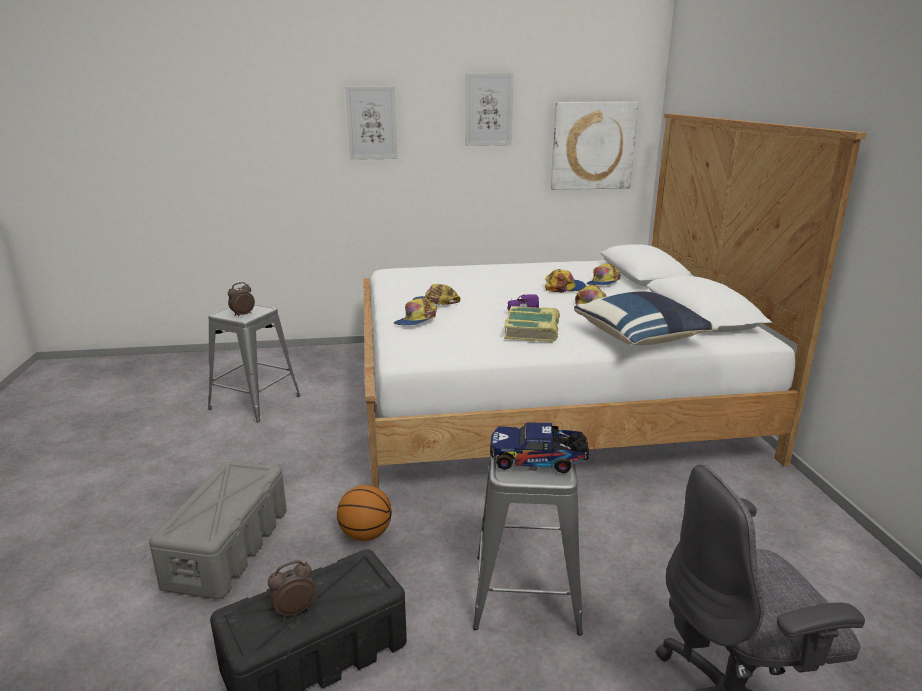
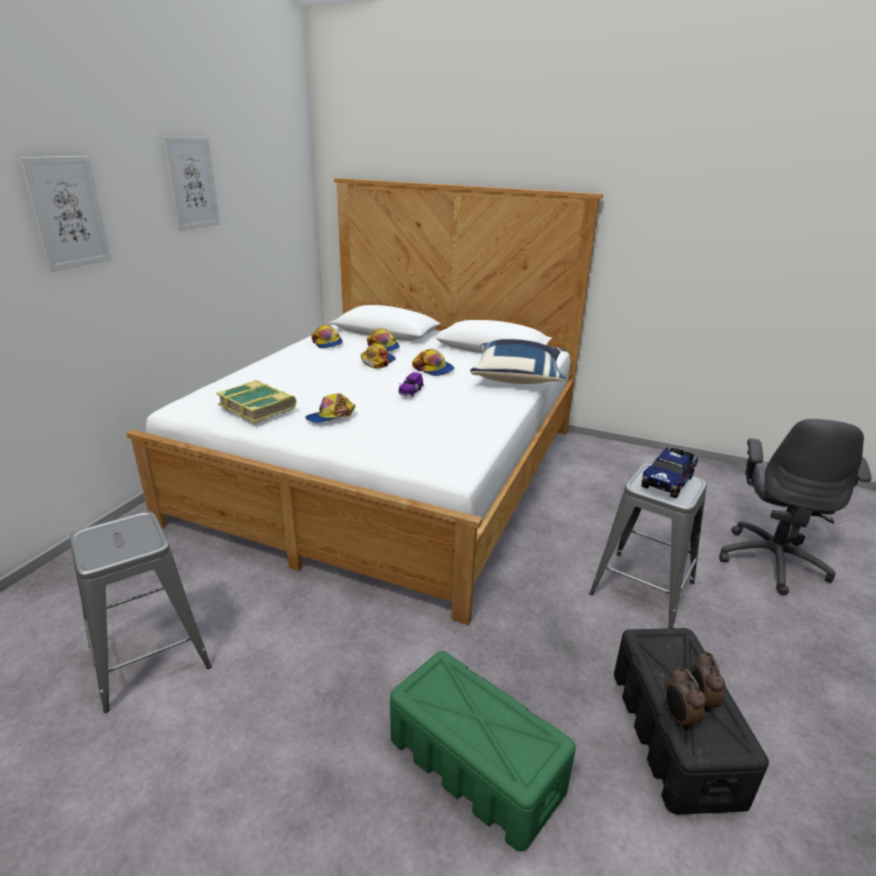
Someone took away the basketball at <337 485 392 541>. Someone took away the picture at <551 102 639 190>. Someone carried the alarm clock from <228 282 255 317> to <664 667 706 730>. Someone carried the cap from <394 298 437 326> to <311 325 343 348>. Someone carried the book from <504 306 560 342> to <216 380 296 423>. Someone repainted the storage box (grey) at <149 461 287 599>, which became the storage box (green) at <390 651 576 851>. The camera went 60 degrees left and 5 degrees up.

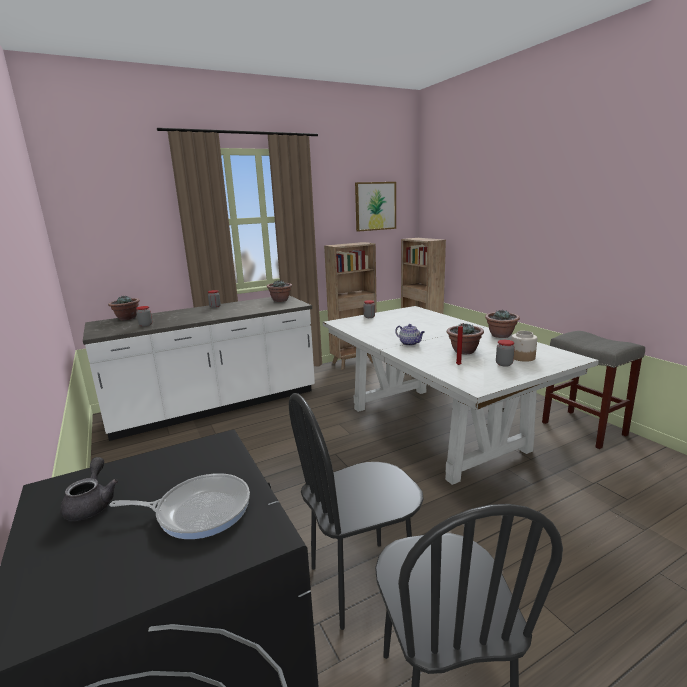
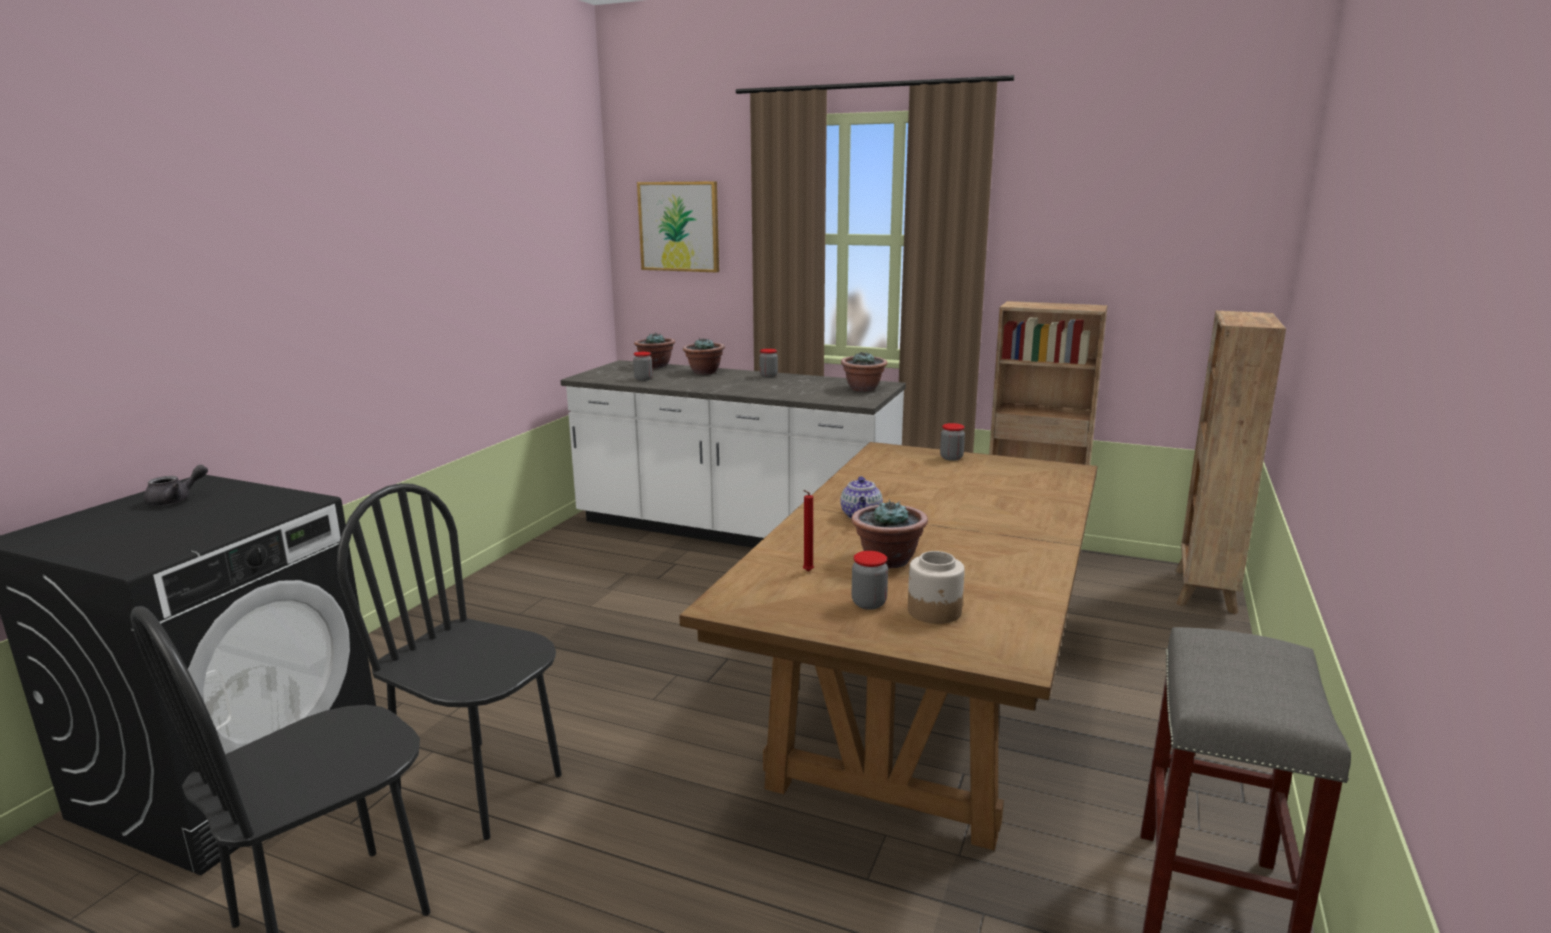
Someone took away the frying pan at <110 473 250 539>. Someone carried the picture from <355 182 396 232> to <637 181 719 272>. Someone carried the potted plant from <485 310 520 338> to <682 338 725 375>. Someone repainted the dining table (white) at <323 306 599 485>, which became the dining table (brown) at <679 442 1098 850>. The camera went 50 degrees right and 0 degrees up.

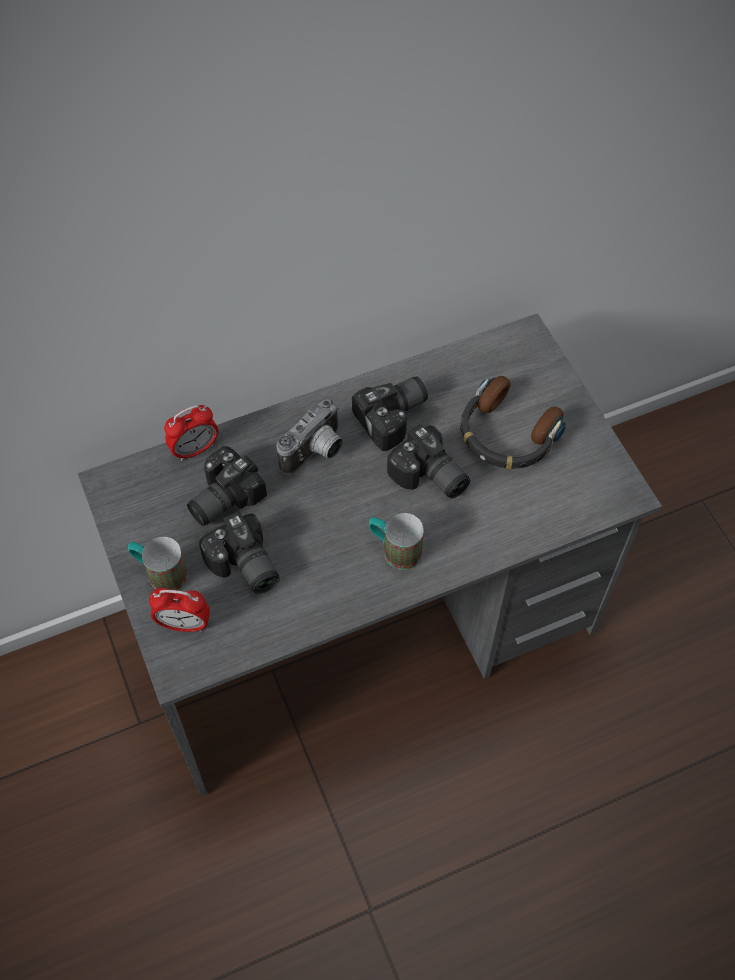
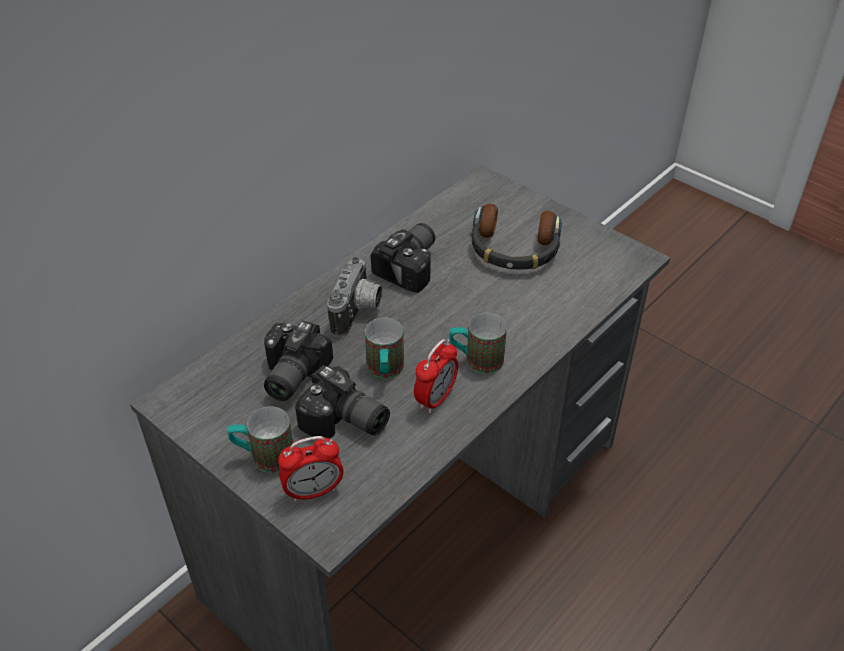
Someone took away the photo camera at <387 423 470 498>. Someone put down the mug at <365 317 404 379>. Someone carried the alarm clock from <164 405 218 461> to <414 339 458 413>. The camera went 25 degrees left and 15 degrees down.

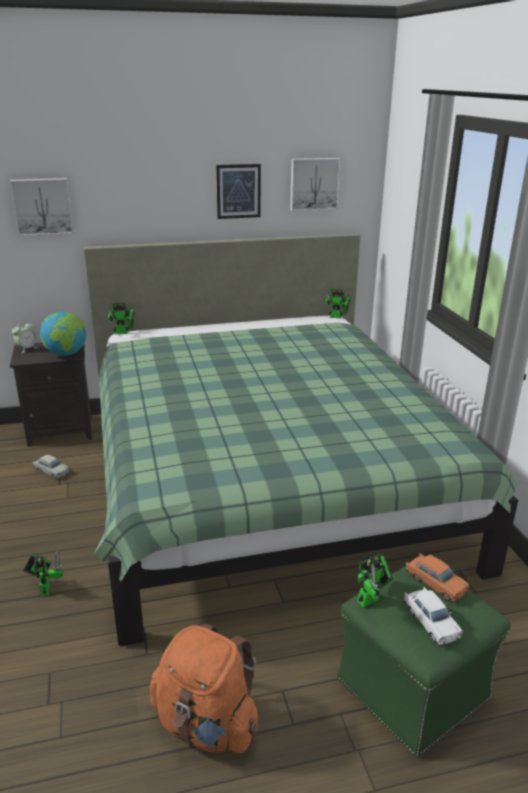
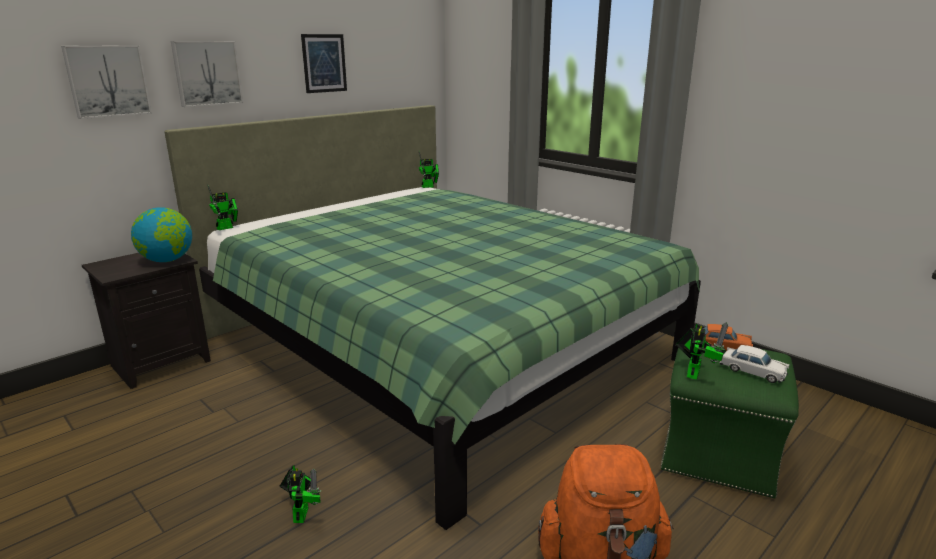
Someone took away the alarm clock at <12 321 38 353>. Someone took away the toy car (beige) at <33 455 70 479>. Someone carried the picture from <290 158 341 211> to <171 41 243 107>. Someone rotated the toy robot at <24 552 63 596> by 45 degrees clockwise. The camera went 30 degrees left and 5 degrees down.

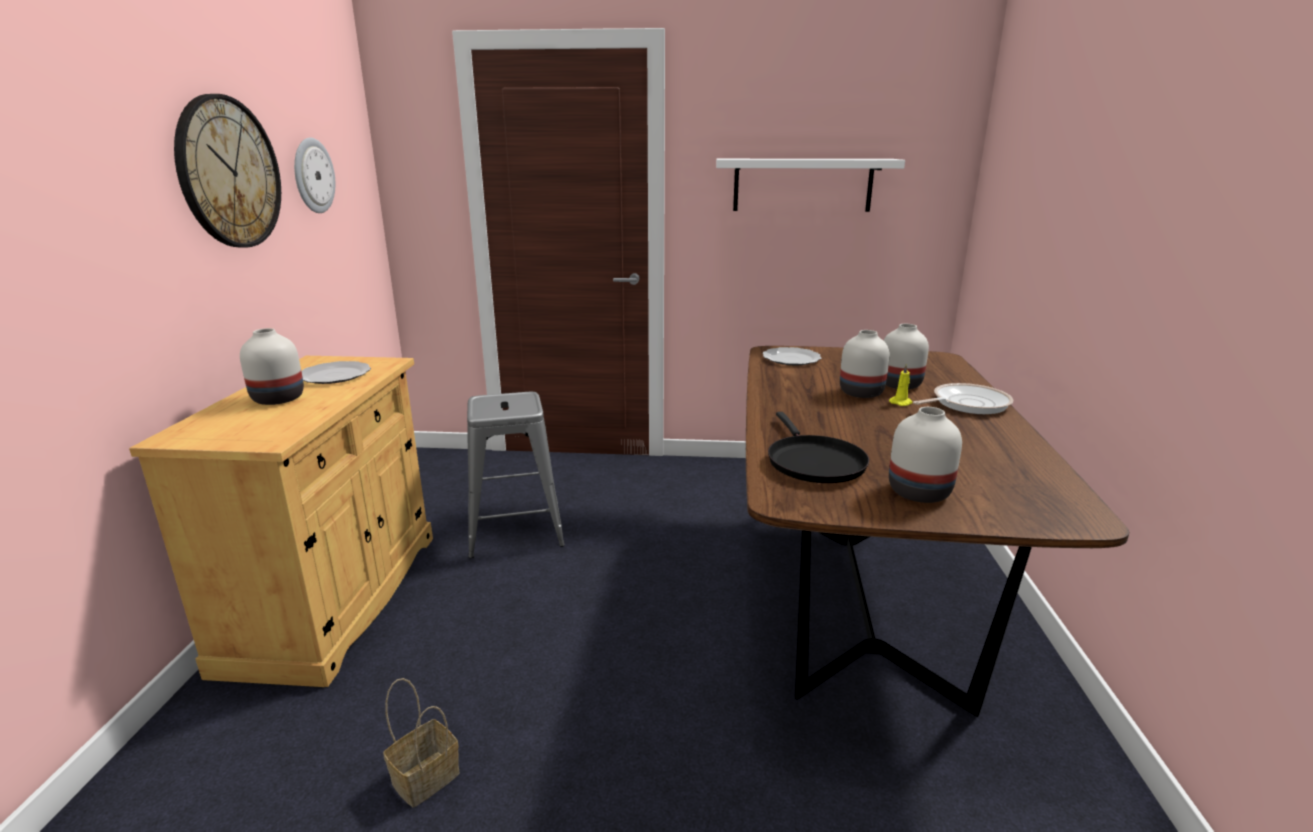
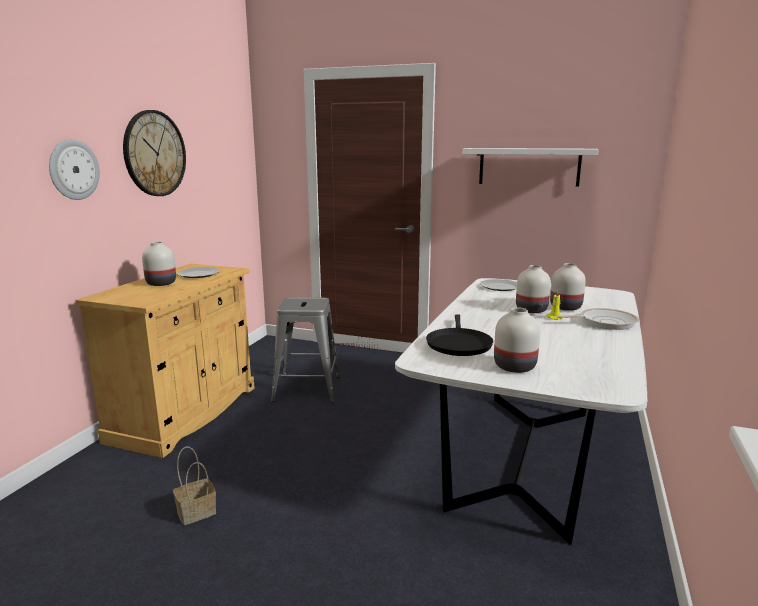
Someone carried the wall clock from <294 138 335 213> to <49 139 100 200>. Someone repainted the dining table (brown) at <746 346 1129 717>, which became the dining table (white) at <395 278 647 545>. The camera went 15 degrees right and 5 degrees down.

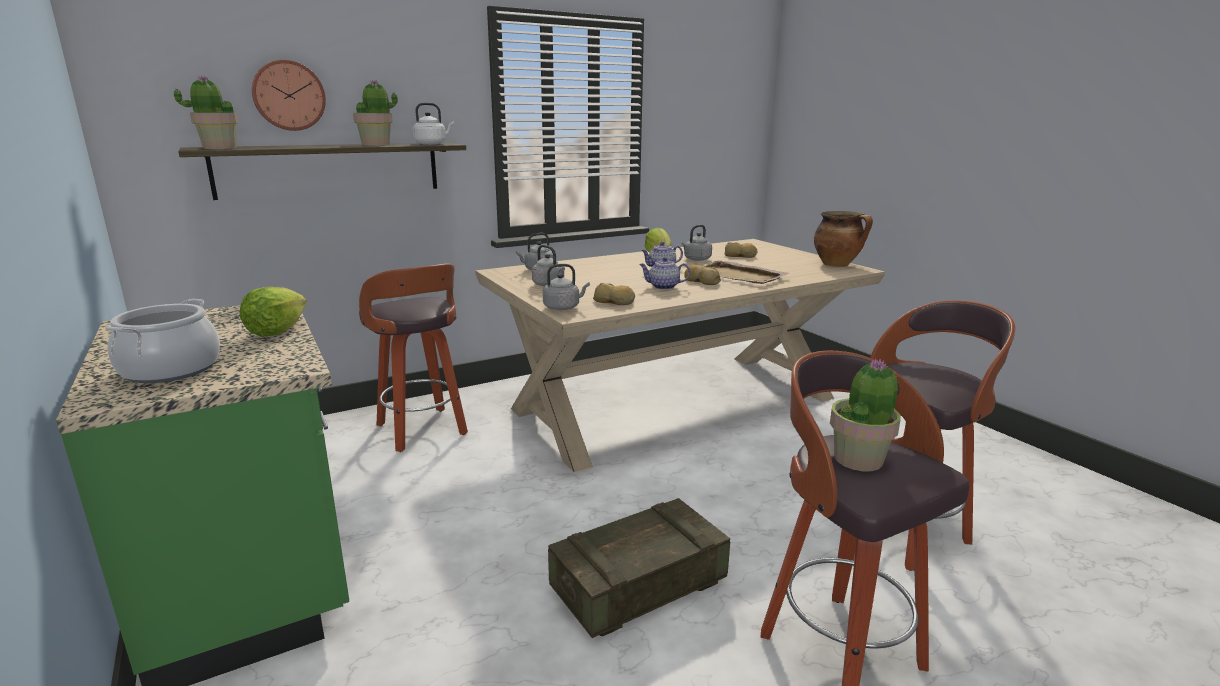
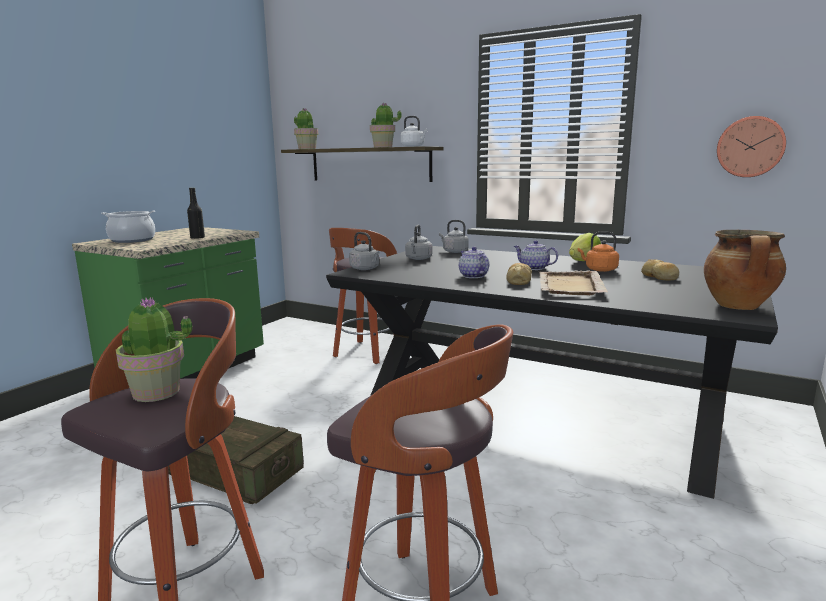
Someone took away the bread at <593 283 635 305>. Someone carried the wall clock from <252 60 326 131> to <717 116 786 177>. Someone swapped the lettuce at <240 287 307 337> for the bottle (black) at <187 188 205 239>. Someone repainted the dining table (beige) at <475 239 885 473>, which became the dining table (black) at <326 246 778 499>. Someone repainted the kettle (grey) at <681 225 712 261>, which became the kettle (orange) at <578 232 619 272>. The camera went 60 degrees right and 5 degrees down.

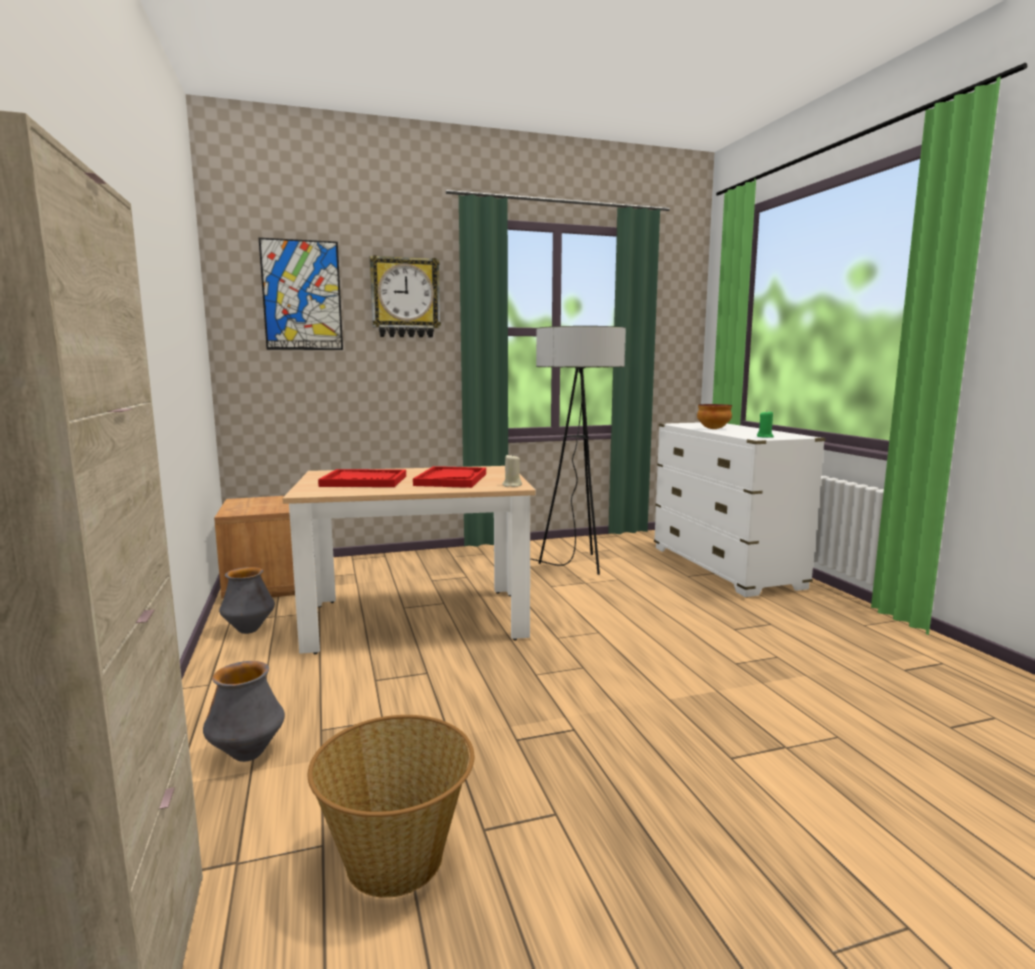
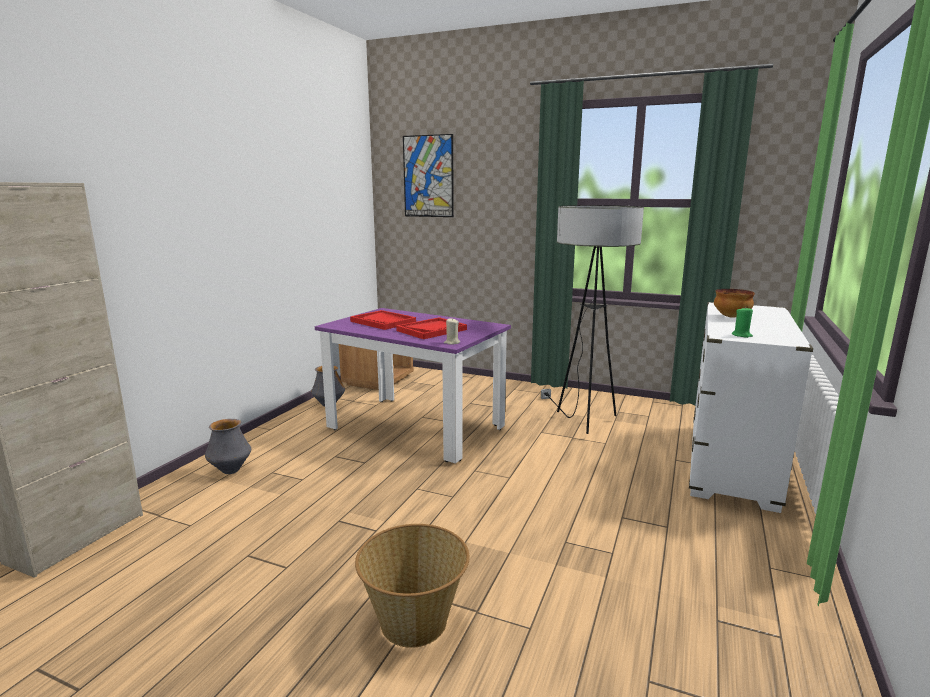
Someone took away the wall clock at <370 255 441 338>. Someone carried the basket from <308 715 474 898> to <355 524 470 648>. Someone repainted the dining table (beige) at <283 466 536 654>, which became the dining table (purple) at <315 308 511 463>. The camera went 40 degrees right and 5 degrees up.

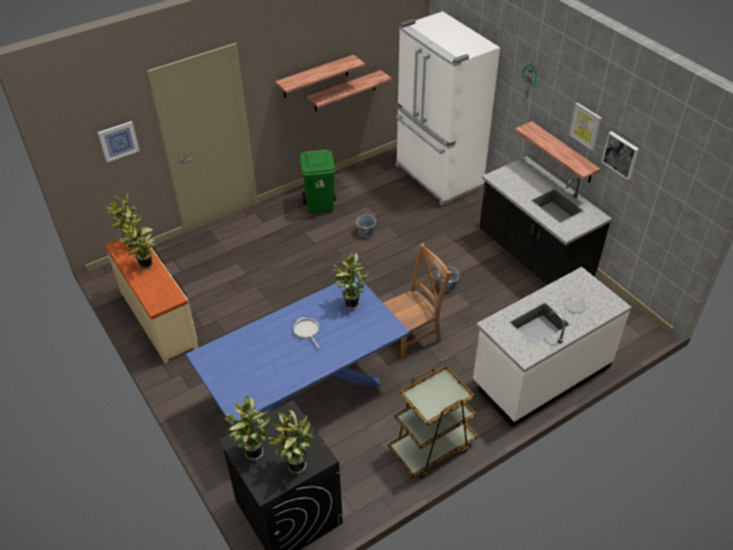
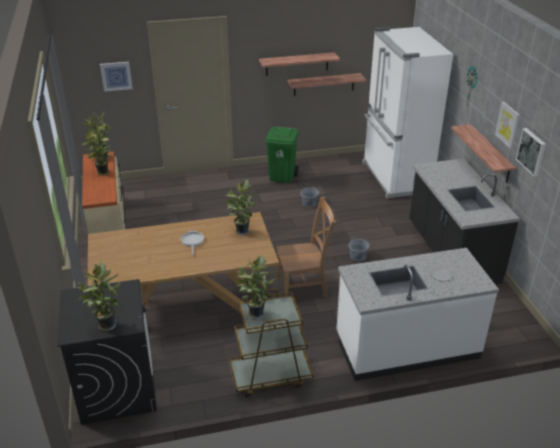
Someone carried the potted plant from <225 395 270 461> to <235 255 274 319>. Someone repainted the dining table (blue) at <186 274 410 426>, which became the dining table (brown) at <88 212 279 313>. The camera went 20 degrees right and 10 degrees down.

